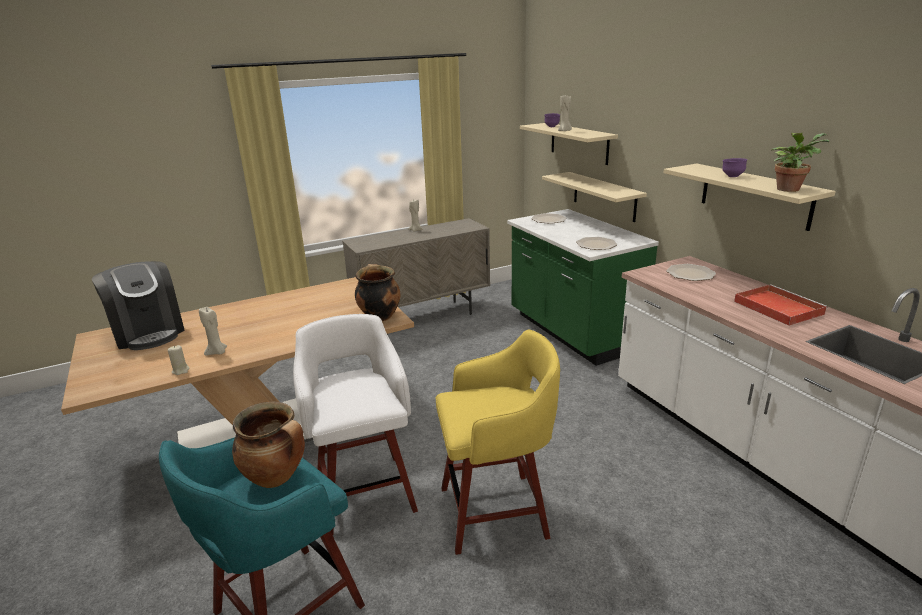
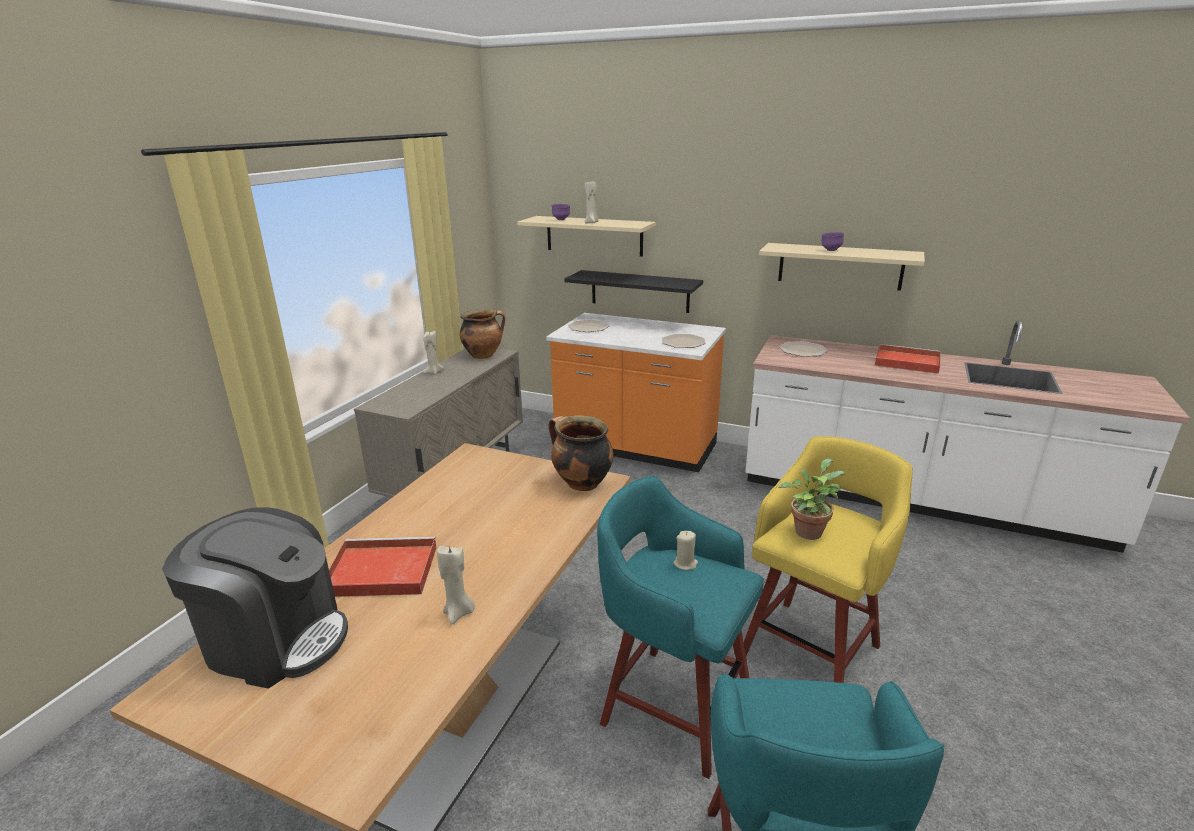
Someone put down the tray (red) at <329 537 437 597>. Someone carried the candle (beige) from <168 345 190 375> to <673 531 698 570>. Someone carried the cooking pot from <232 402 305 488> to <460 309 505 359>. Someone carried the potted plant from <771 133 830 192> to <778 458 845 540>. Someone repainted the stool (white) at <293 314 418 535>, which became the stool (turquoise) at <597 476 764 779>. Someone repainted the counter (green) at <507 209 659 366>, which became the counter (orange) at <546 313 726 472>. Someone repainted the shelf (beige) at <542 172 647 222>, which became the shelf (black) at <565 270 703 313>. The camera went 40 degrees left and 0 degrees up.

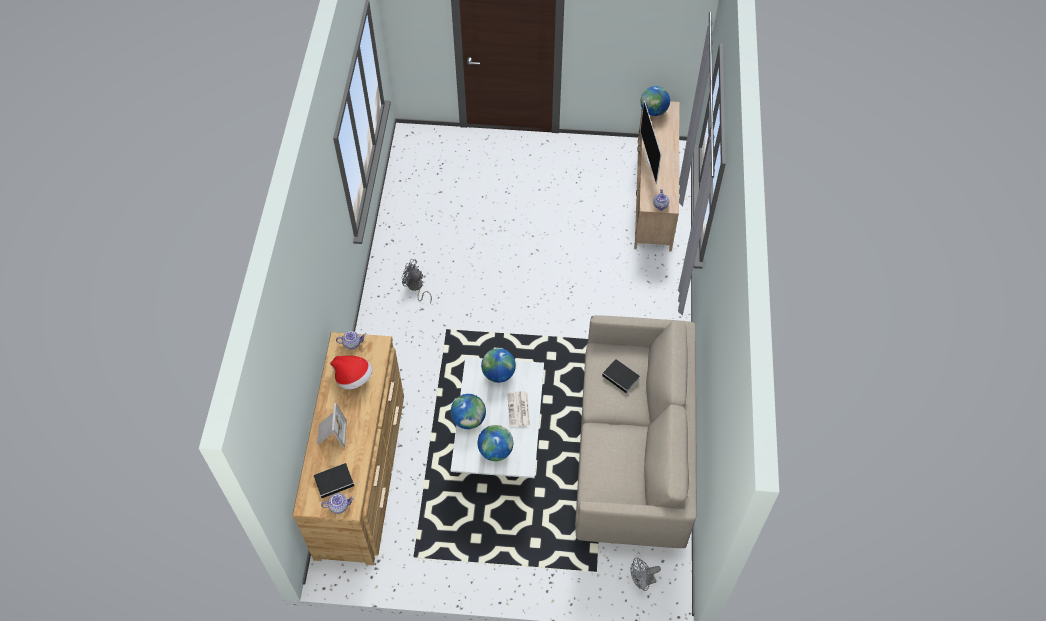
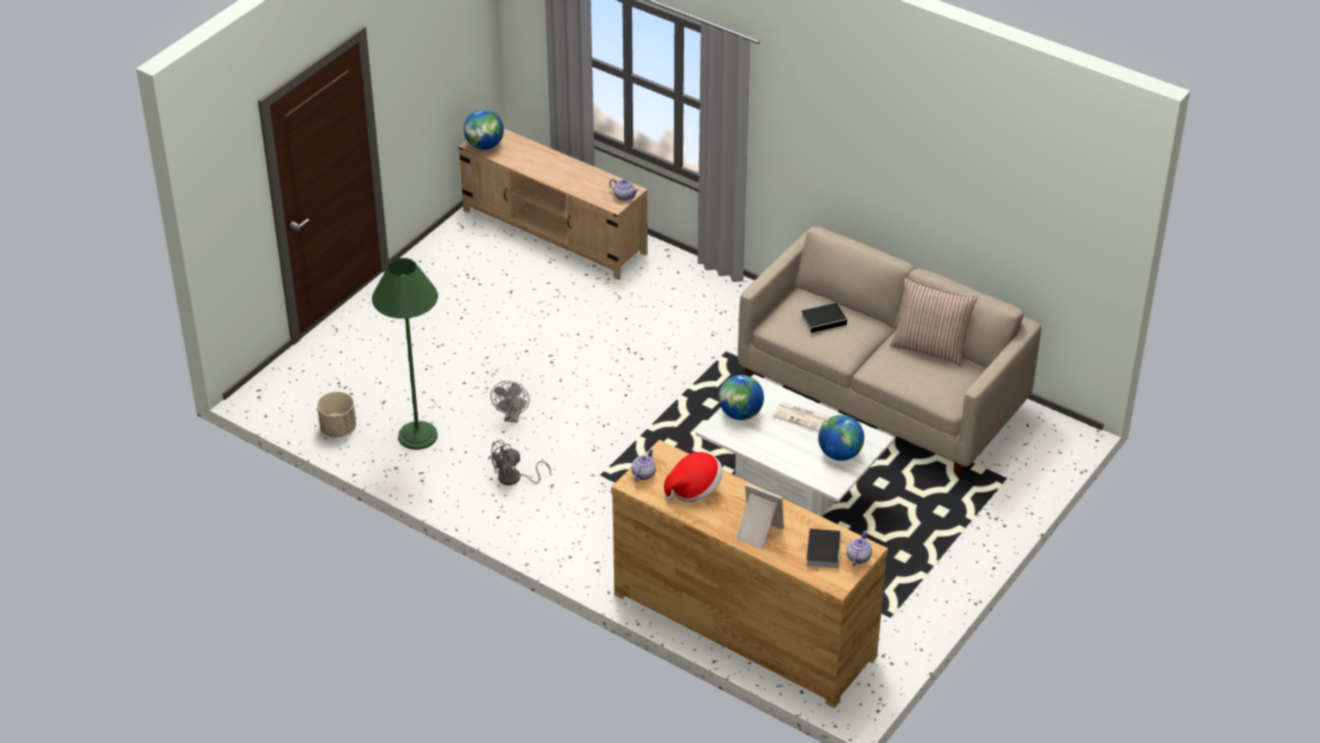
Someone took away the globe at <451 394 486 429>. Someone took away the television at <640 101 661 184>. Someone put down the planter (beige) at <317 392 356 437>. Someone put down the floor lamp (green) at <372 258 438 450>. Someone put down the pillow at <890 278 977 366>. Someone carried the fan (grey) from <630 558 661 591> to <490 381 529 423>. The camera went 60 degrees left and 15 degrees down.

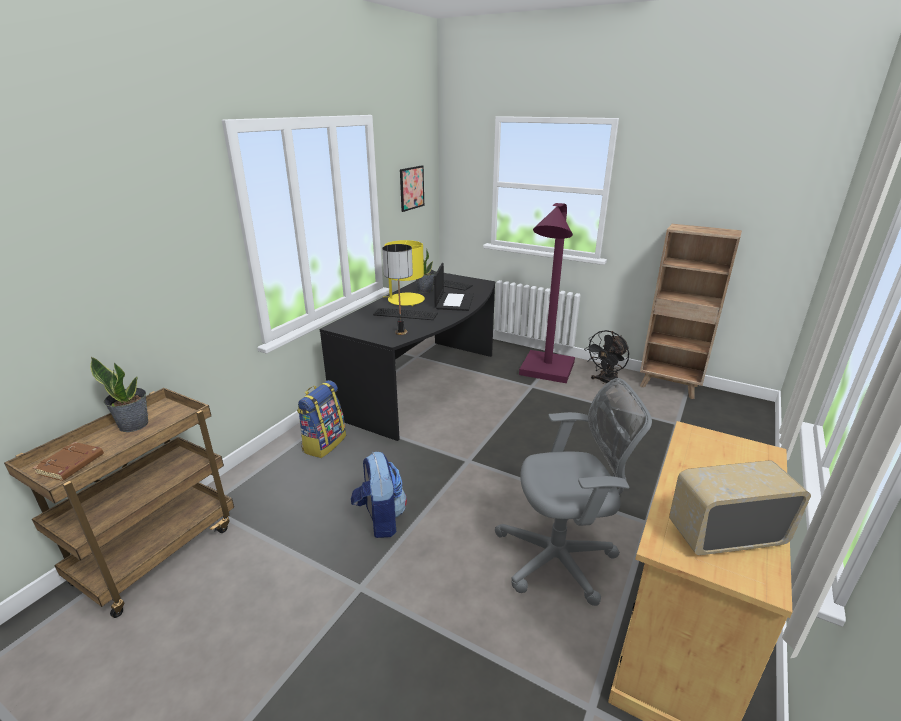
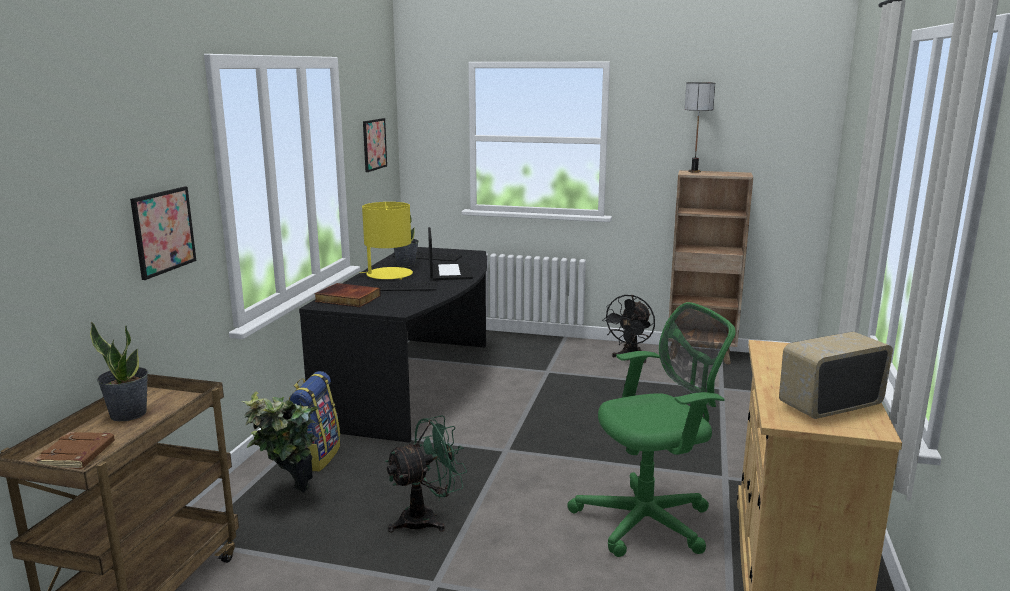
Someone took away the floor lamp (purple) at <519 203 575 383>. Someone put up the picture at <130 187 196 280>. Someone put down the potted plant at <242 392 319 493>. Someone put down the book at <314 283 381 307>. Someone carried the table lamp from <382 244 413 335> to <685 82 715 173>. Someone swapped the backpack at <351 452 407 538> for the fan (green) at <385 415 467 532>. Someone repainted the office chair (grey) at <495 378 652 606>, which became the office chair (green) at <567 302 736 557>. The camera went 15 degrees left and 10 degrees down.

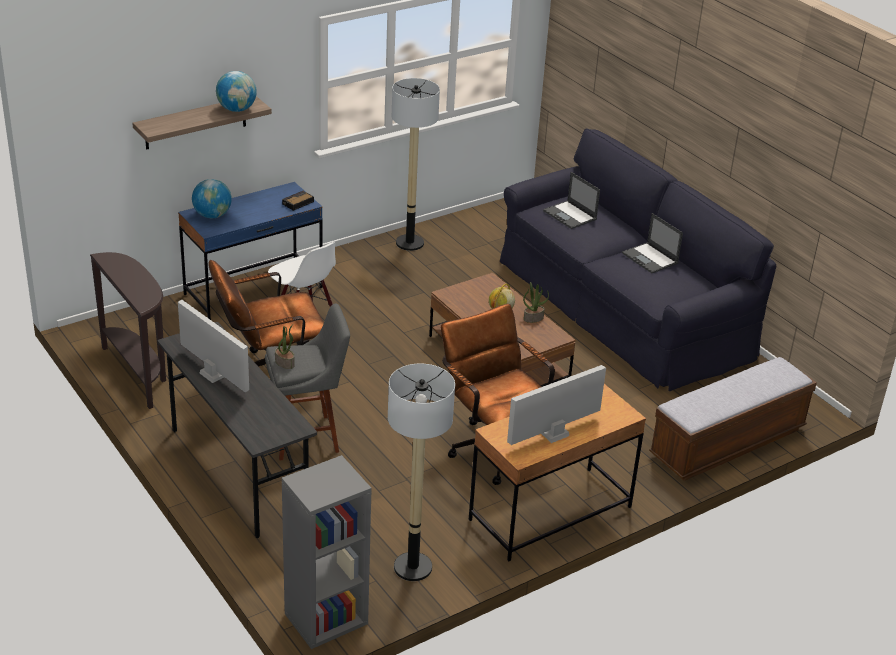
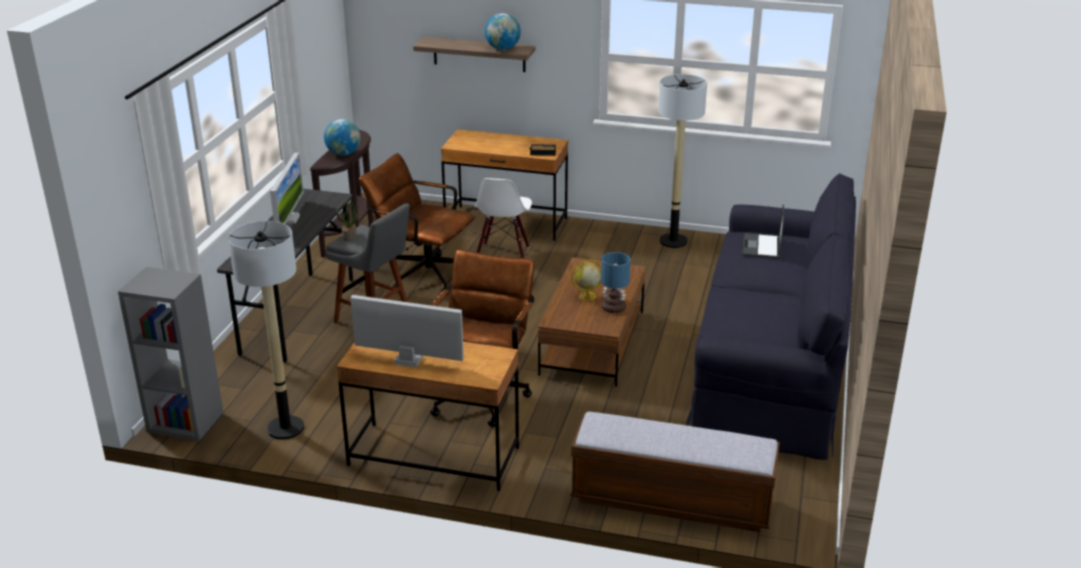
Someone took away the laptop at <622 213 683 273>. Someone carried the globe from <192 179 232 218> to <324 119 360 156>. Someone swapped the potted plant at <523 282 549 323> for the table lamp at <601 252 630 313>. Someone repainted the desk (blue) at <178 182 322 320>, which became the desk (brown) at <441 129 568 241>. The camera went 50 degrees right and 5 degrees down.

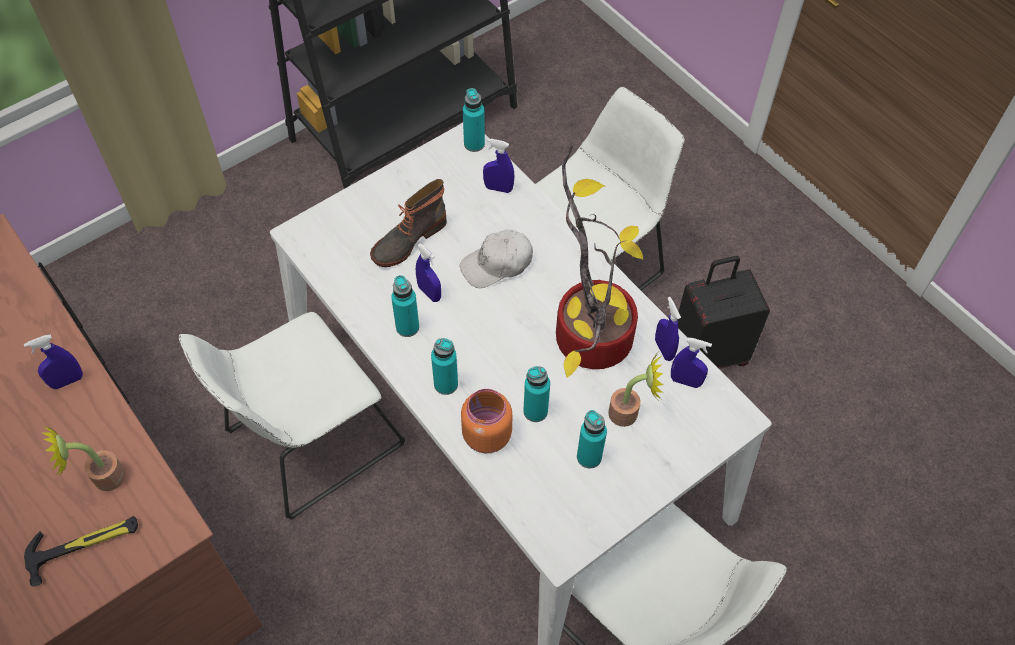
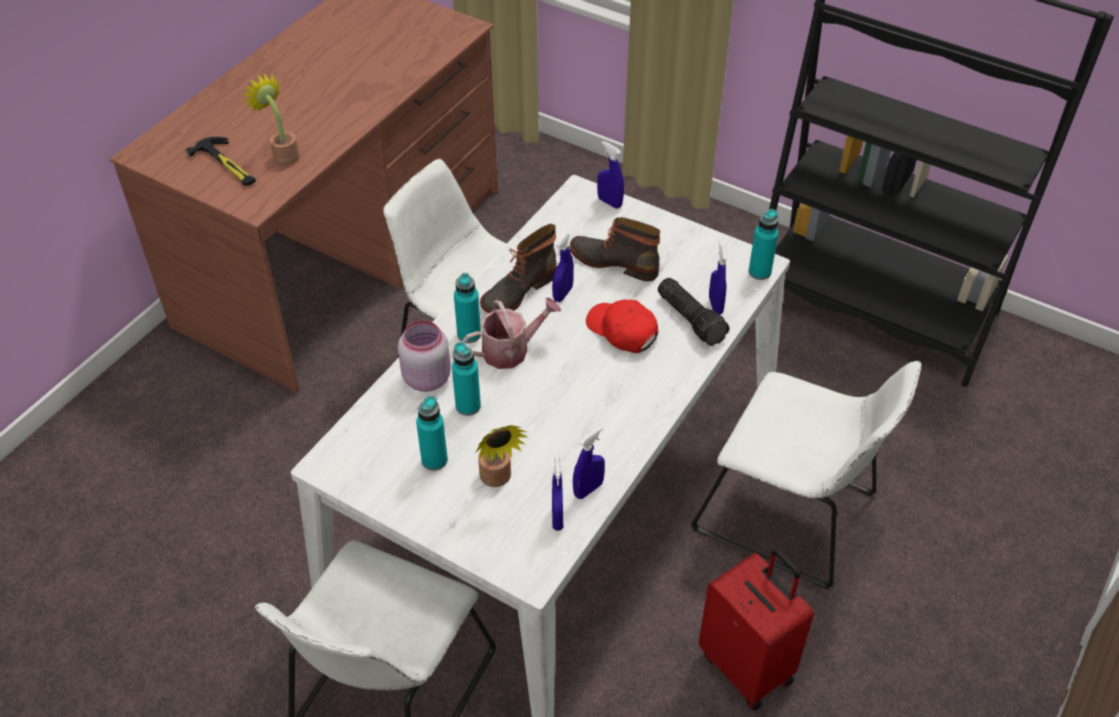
Someone took away the potted plant at <556 145 643 378>. Someone put down the watering can at <462 298 561 369>. Someone put down the flashlight at <658 278 729 346>. Someone carried the spray bottle (blue) from <24 335 83 389> to <597 141 624 209>. Someone swapped the bottle (turquoise) at <391 275 419 337> for the boot at <480 224 557 313>. Someone repainted the cap (white) at <460 229 533 288>, which became the cap (red) at <586 299 658 353>. Someone repainted the jar (orange) at <461 389 513 453>, which became the jar (pink) at <398 320 451 392>. Someone repainted the suitcase (black) at <677 256 770 369>, which became the suitcase (red) at <698 549 814 711>. The camera went 70 degrees right and 10 degrees down.

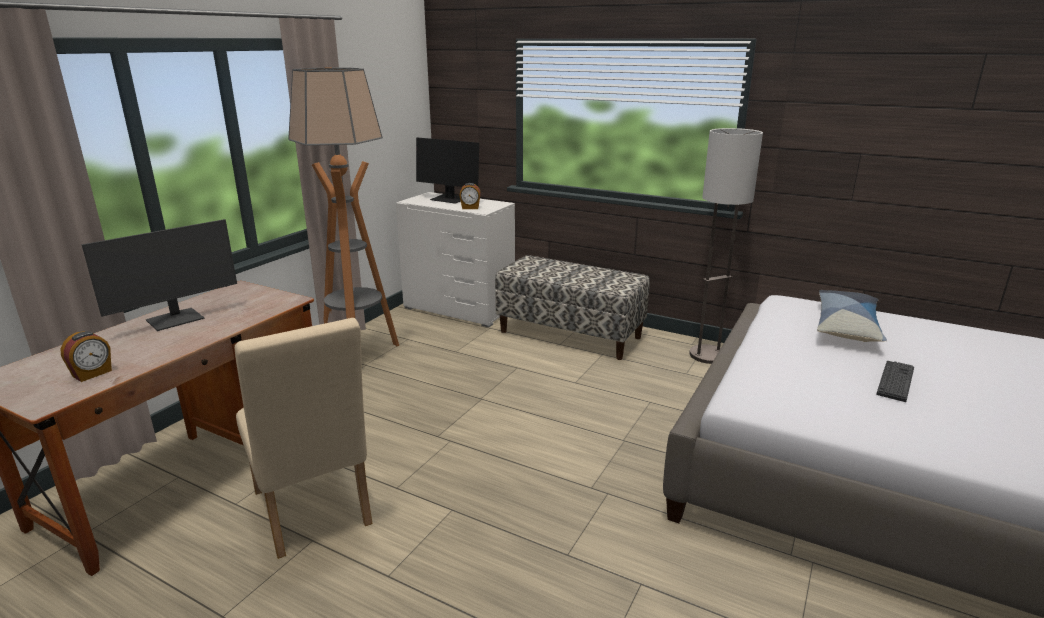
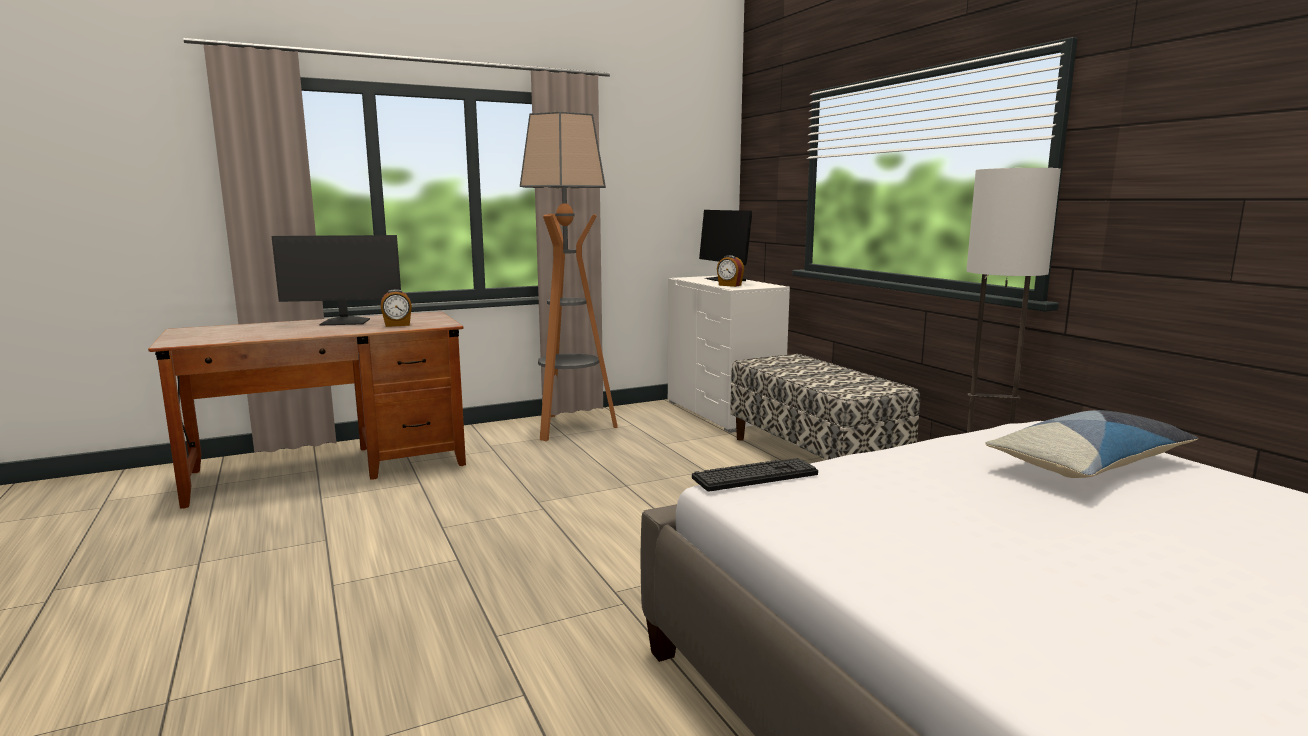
Someone took away the chair (beige) at <235 318 373 559>. Someone carried the alarm clock from <61 331 112 382> to <380 289 412 327>. Someone carried the keyboard from <876 361 914 402> to <692 458 818 491>. The camera went 35 degrees right and 10 degrees down.

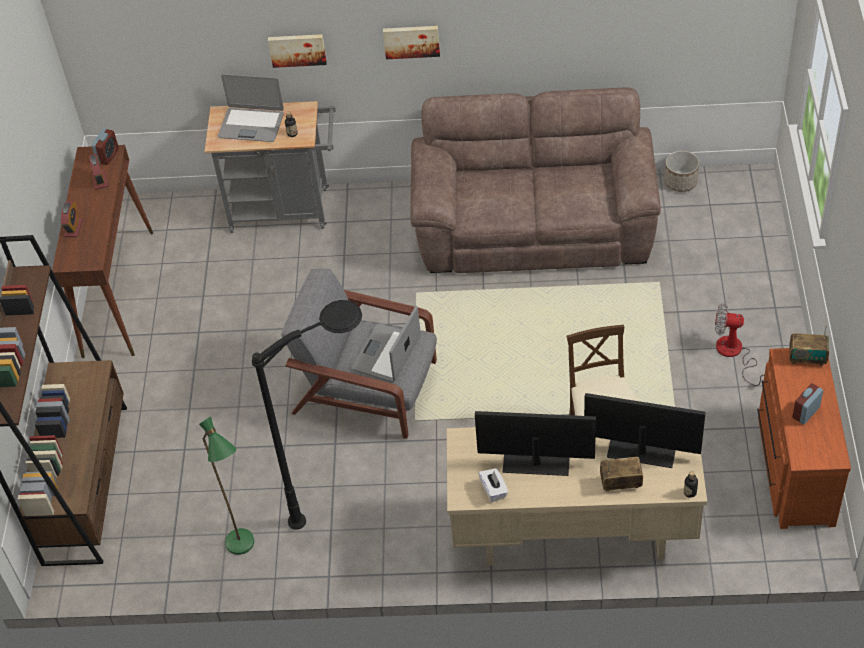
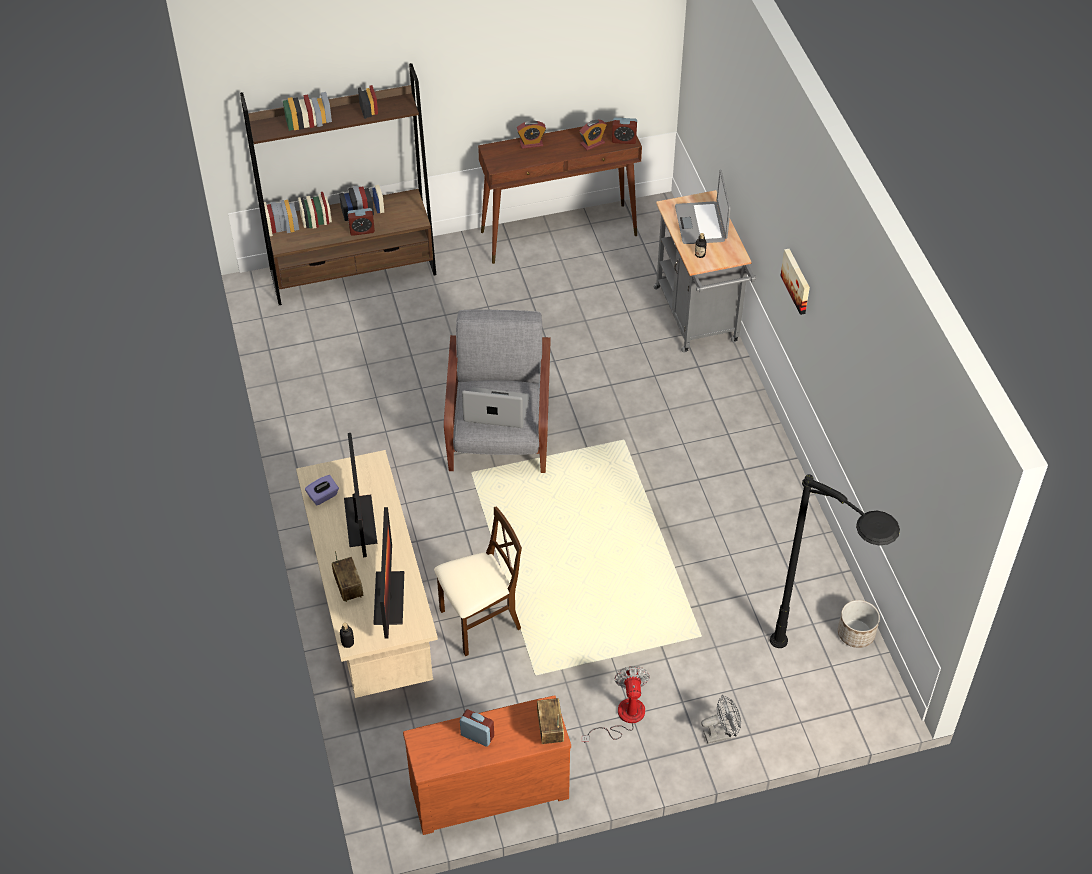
Someone took away the floor lamp (green) at <199 416 254 555>. Someone took away the picture at <268 34 327 68>. Someone took away the sofa (brown) at <410 87 661 273>. Someone put down the alarm clock at <348 208 375 236>. Someone put down the fan (grey) at <701 695 741 744>. Someone carried the floor lamp (black) from <252 300 362 530> to <770 474 900 648>. Someone repainted the tissue box (white) at <478 468 508 502>, which became the tissue box (purple) at <305 475 339 505>. The camera went 70 degrees right and 0 degrees up.

